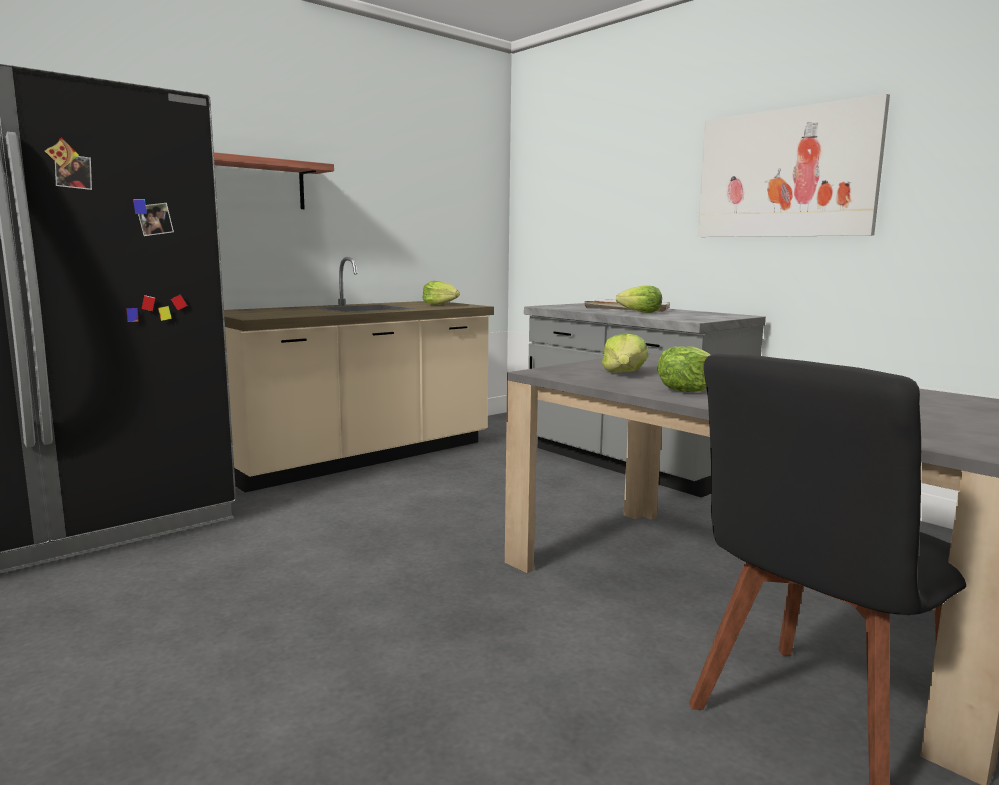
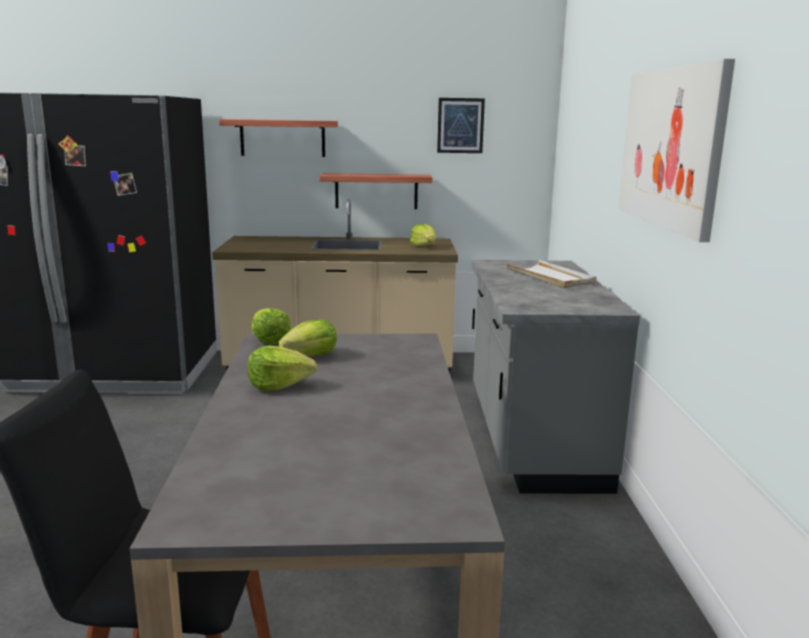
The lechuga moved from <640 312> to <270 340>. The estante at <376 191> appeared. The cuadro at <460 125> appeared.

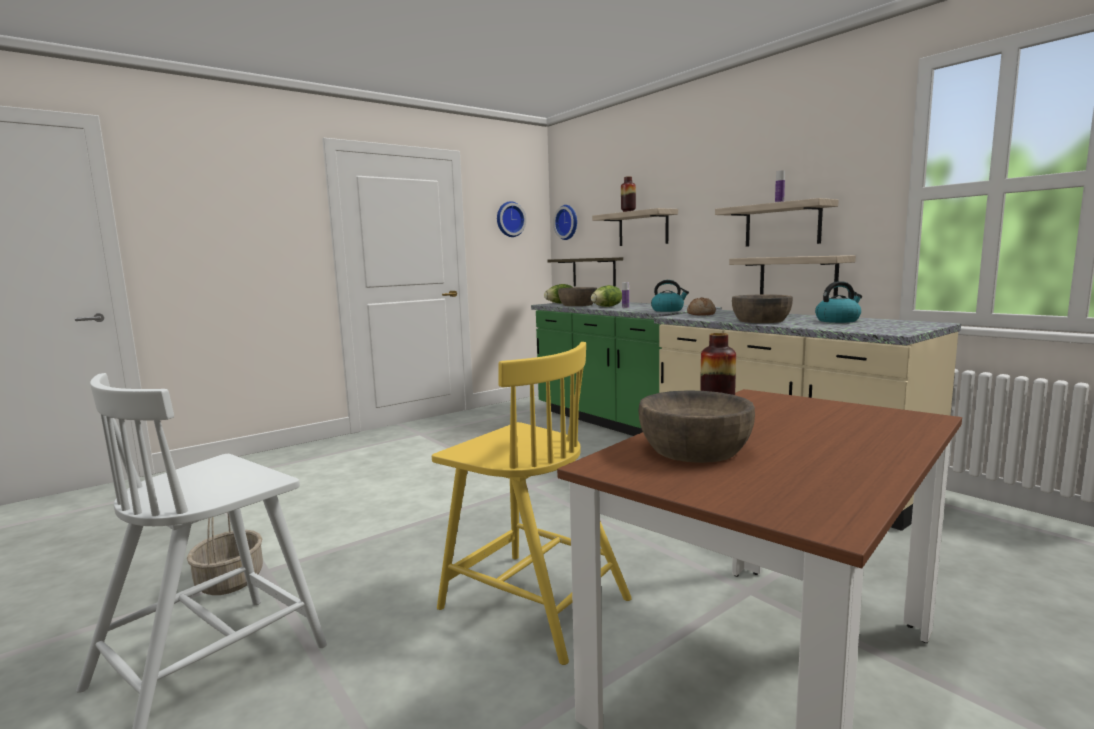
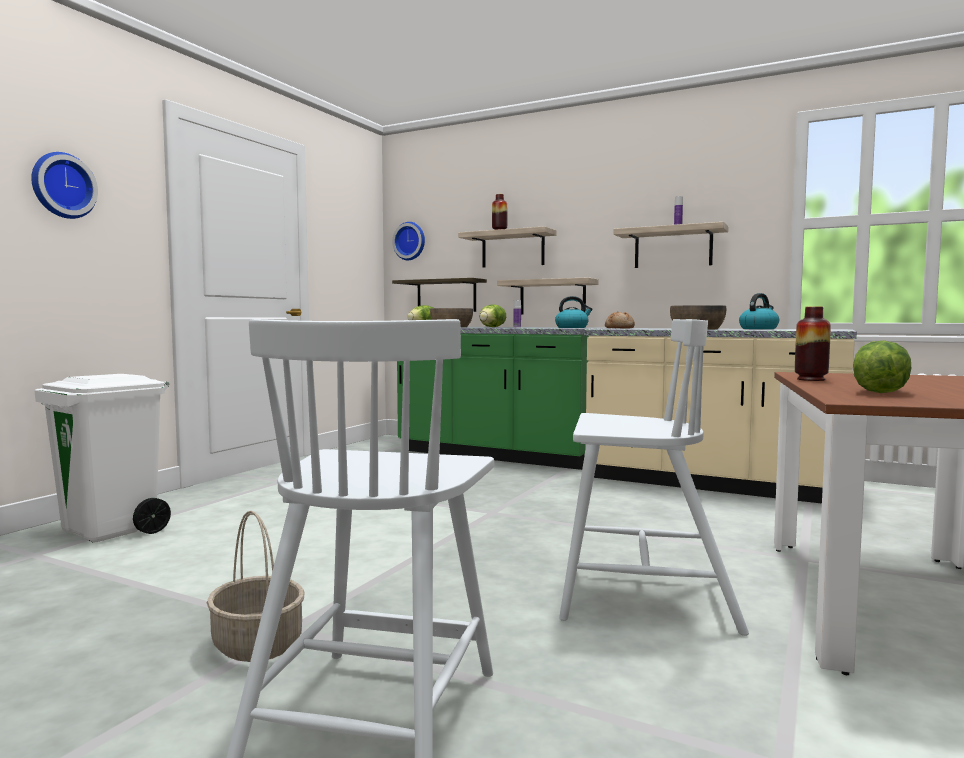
The silla [amarillo] at <531 602> became the silla [blanco] at <643 598>. The reloj de pared moved from <509 219> to <62 186>. The cuenco [marrón] at <694 449> was replaced by the lechuga at <879 392>. The estante moved from <797 276> to <552 297>. The papelera [blanco] at <112 530> appeared.

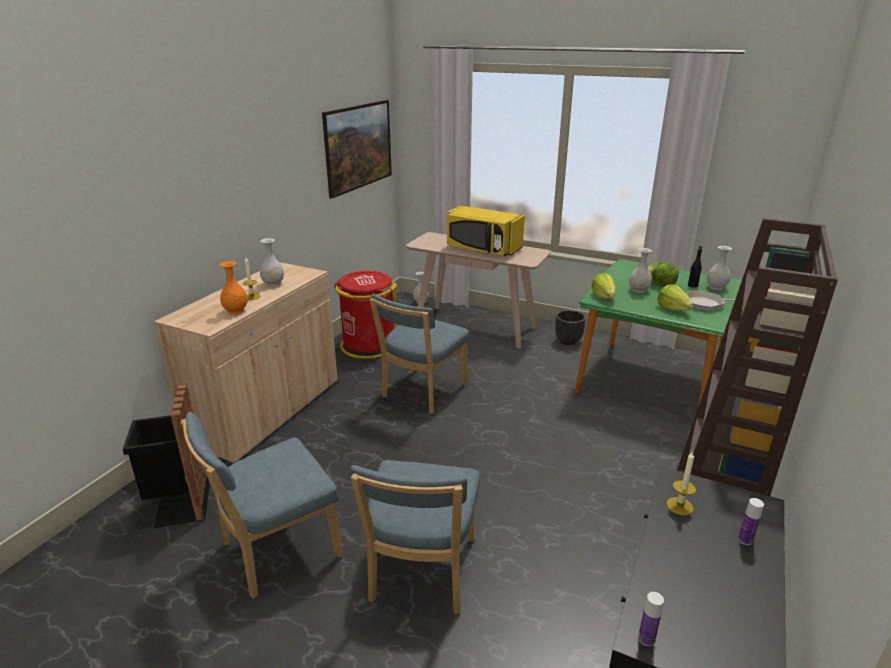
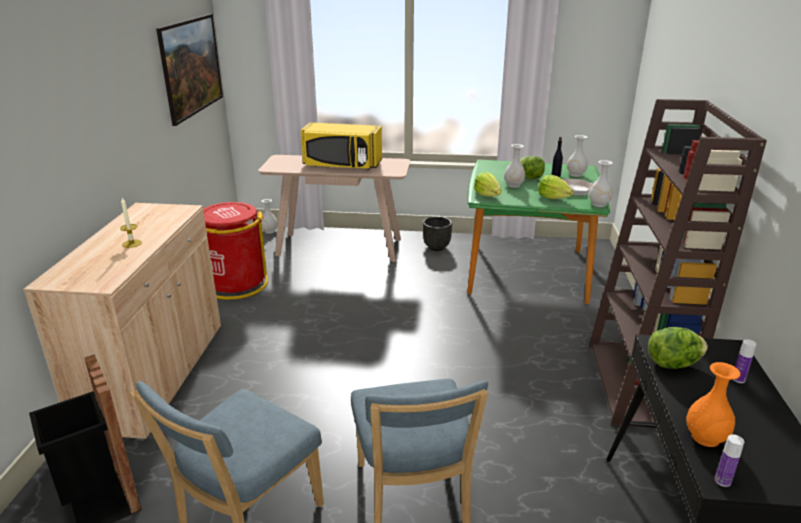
The florero [naranja] moved from <235 311> to <705 438>. The florero [blanco] moved from <273 283> to <598 204>. The silla [azul] at <421 392> disappeared. The vela at <679 506> was replaced by the lechuga at <672 364>.

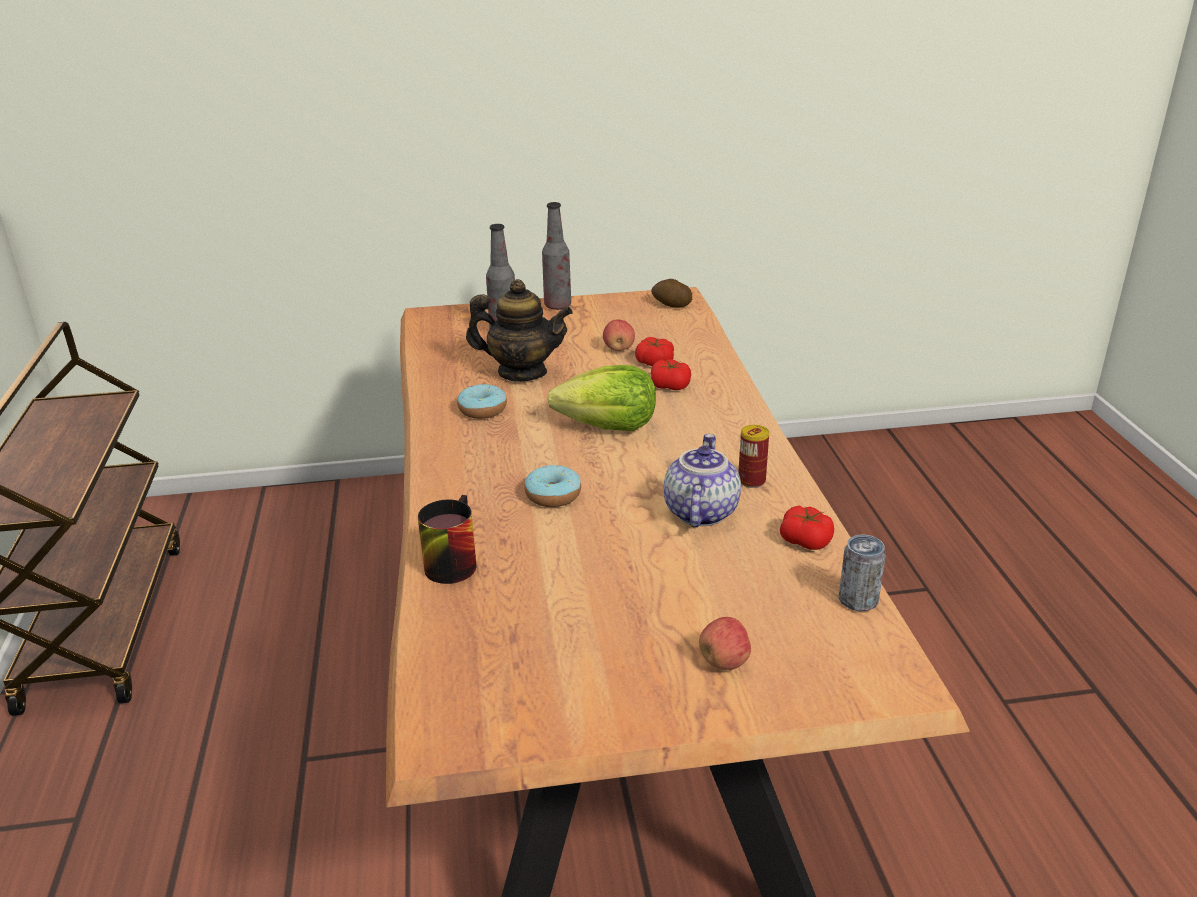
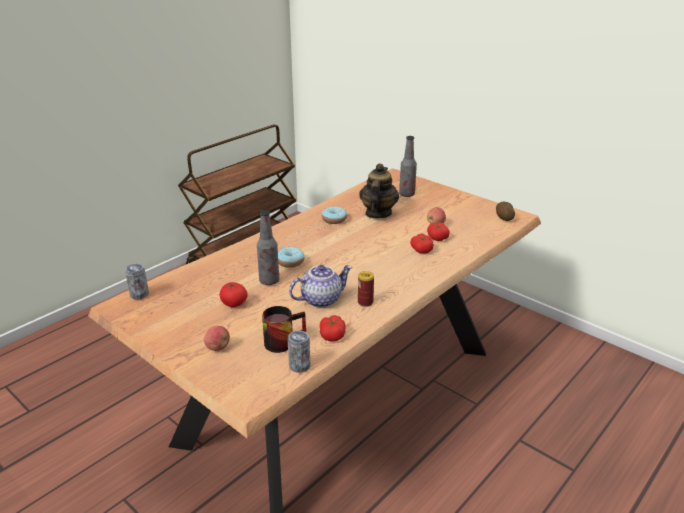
The taza grande moved from <449 561> to <283 340>. The tetera at <522 372> turned 135 degrees counterclockwise. The botella moved from <557 306> to <269 281>. The lechuga at <608 426> disappeared. The lata at <139 295> appeared. The tomate at <234 304> appeared.

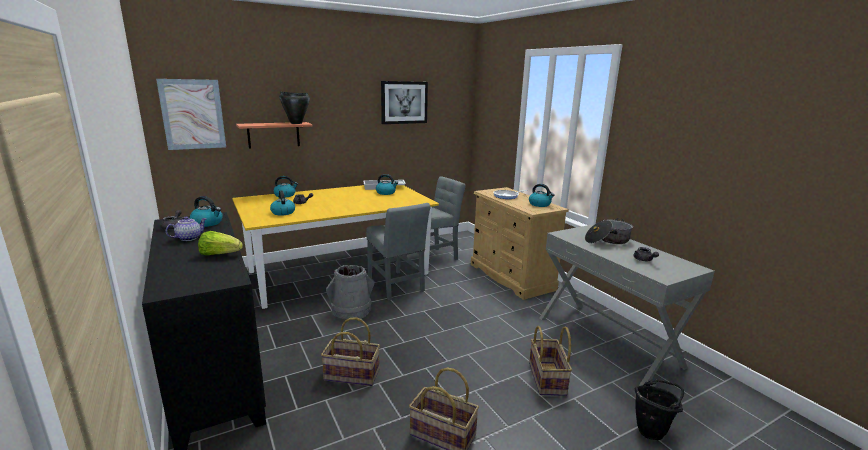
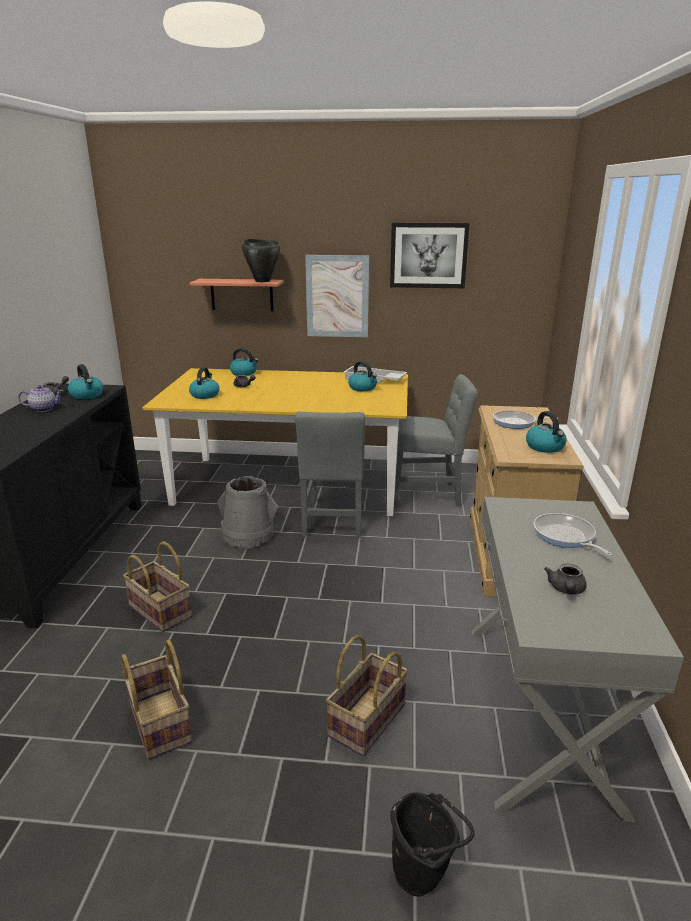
The cuadro moved from <193 114> to <337 296>. The lechuga at <220 254> disappeared. The olla at <607 240> was replaced by the sartén at <565 536>.

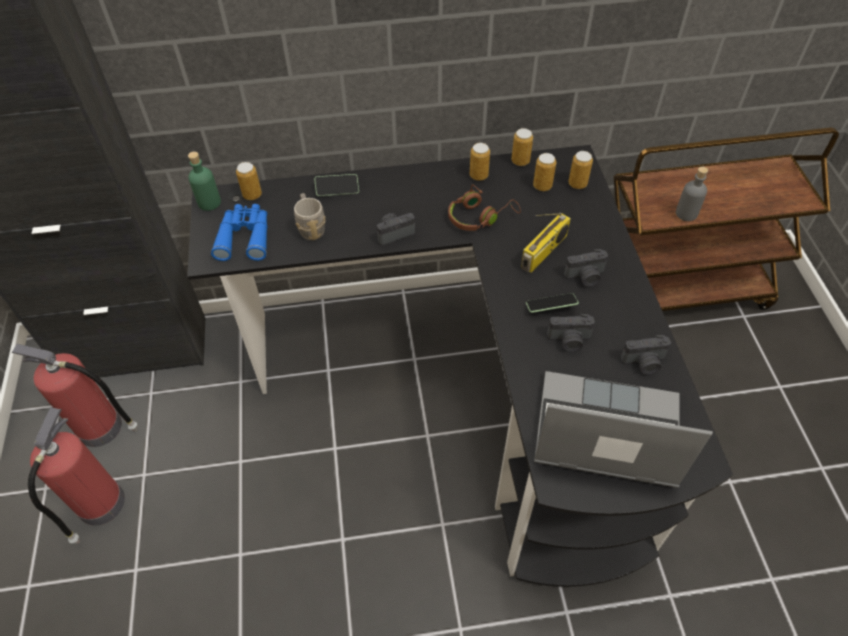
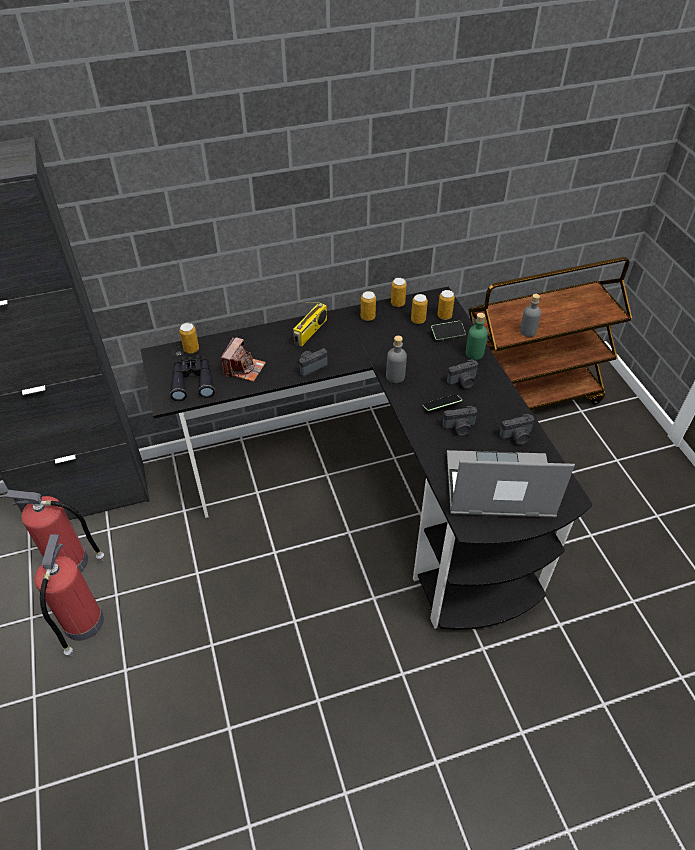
The botella [verde] moved from <209 202> to <474 353>. The prismáticos [azul] at <245 237> became the prismáticos [negro] at <193 381>. The taza grande [gris] at <310 227> was replaced by the cámara at <244 369>. The móvil moved from <337 190> to <447 334>. The auriculares [marrón] at <480 217> disappeared. The radio moved from <544 252> to <310 332>. The botella [gris] at <395 376> appeared.

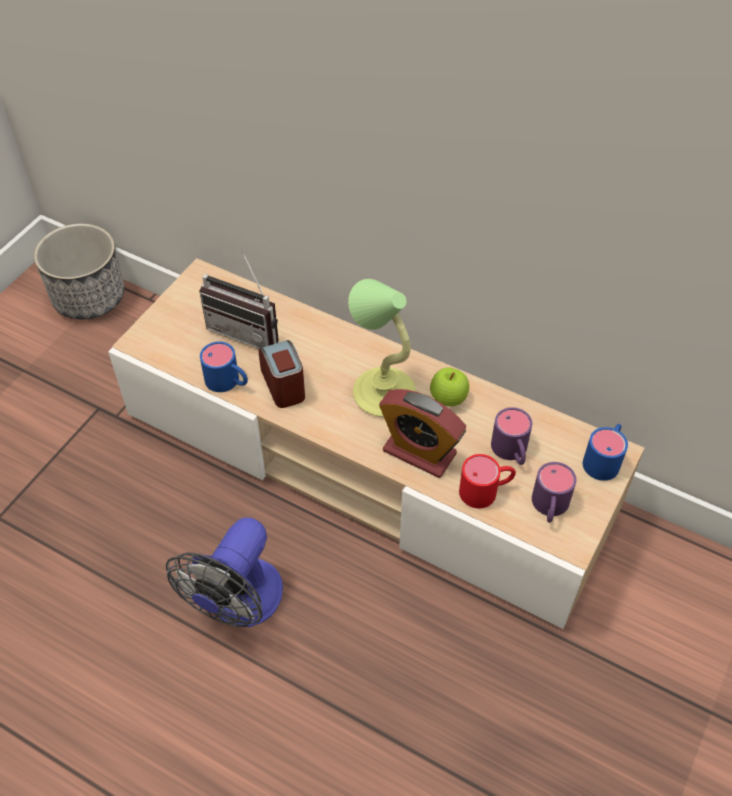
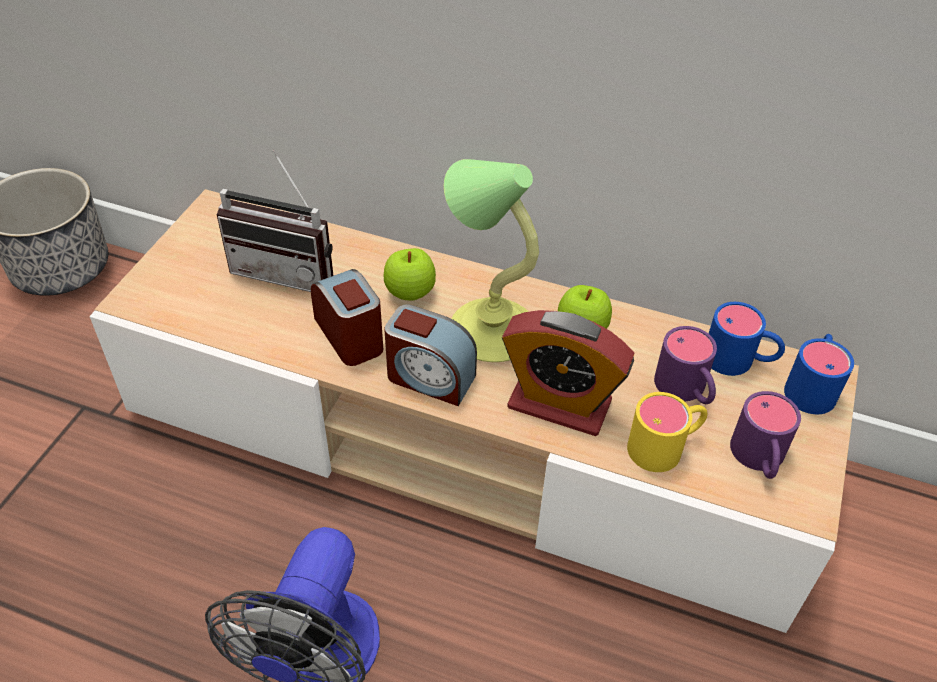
The taza grande [azul] moved from <228 382> to <739 360>. The taza grande [rojo] at <486 490> became the taza grande [amarillo] at <665 446>. The manzana at <410 293> appeared. The despertador at <429 378> appeared.

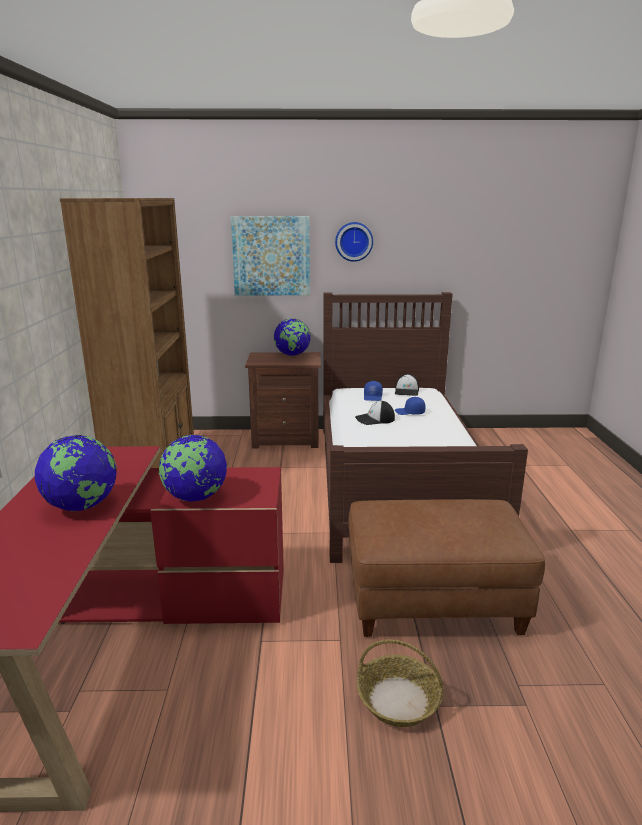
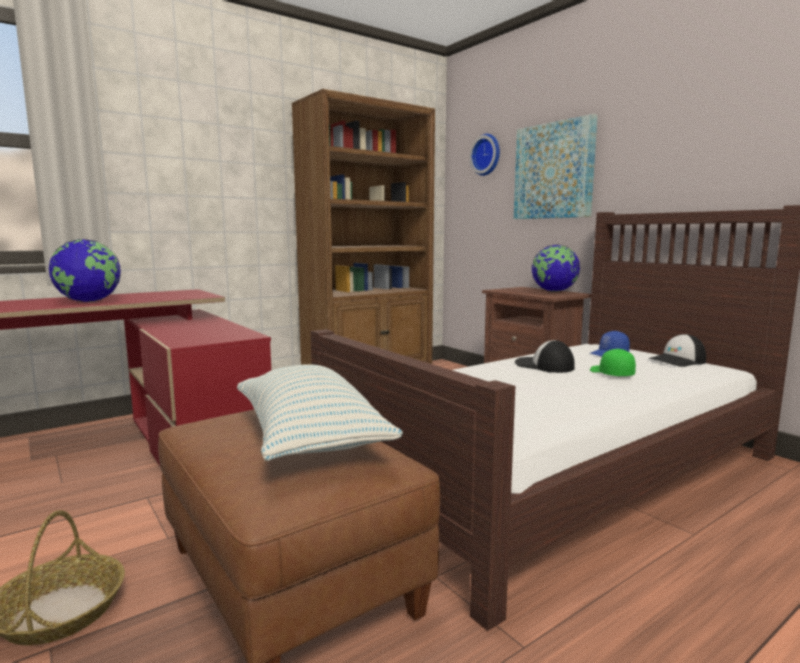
The globo terráqueo at <195 497> disappeared. The reloj de pared moved from <353 241> to <487 155>. The gorra [azul] at <410 412> became the gorra [verde] at <611 373>. The cojín at <309 437> appeared.

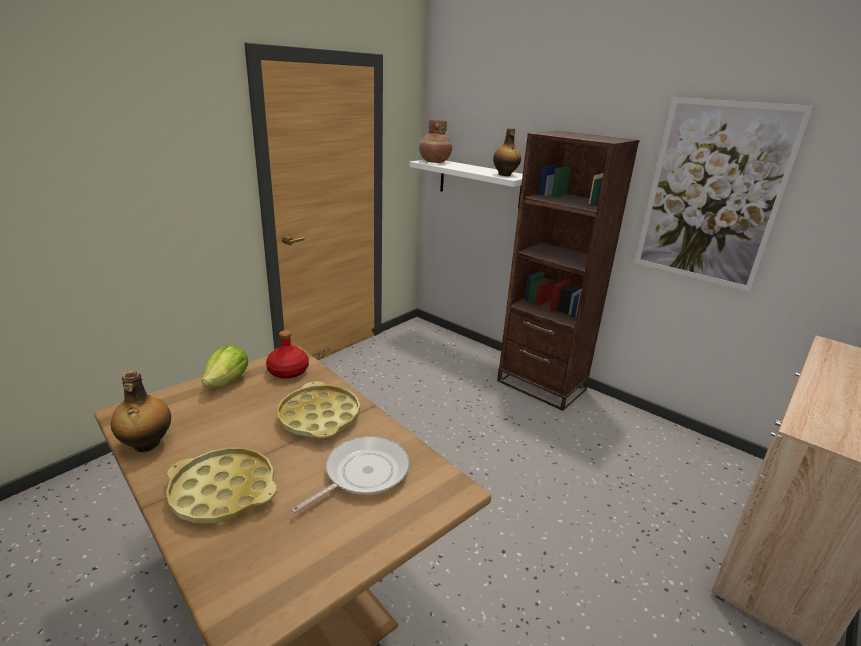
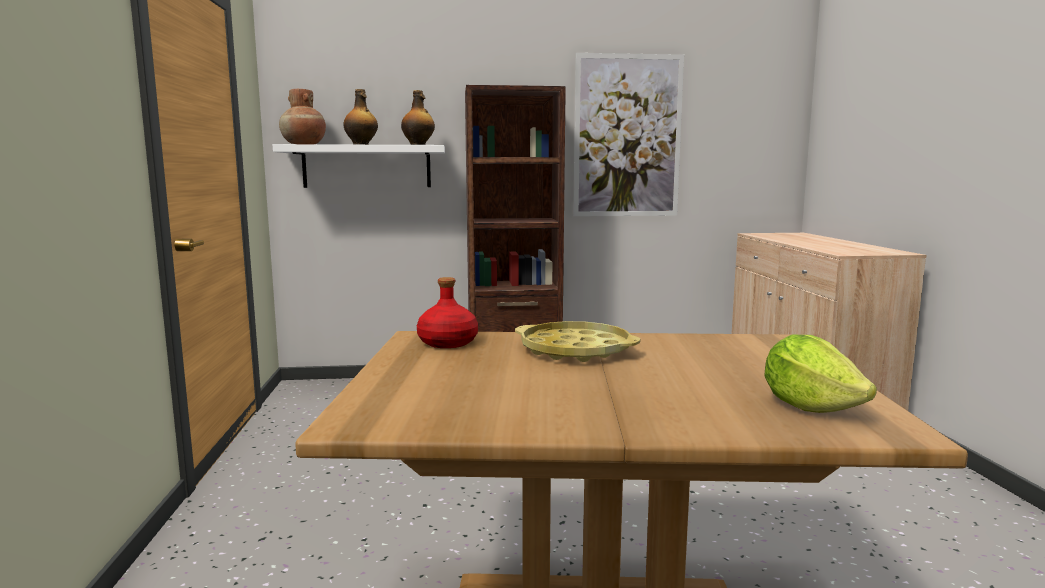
The botella moved from <146 445> to <361 144>. The bandeja [amarillo] at <223 491> disappeared. The lechuga moved from <228 381> to <810 406>. The sartén at <362 474> disappeared.

